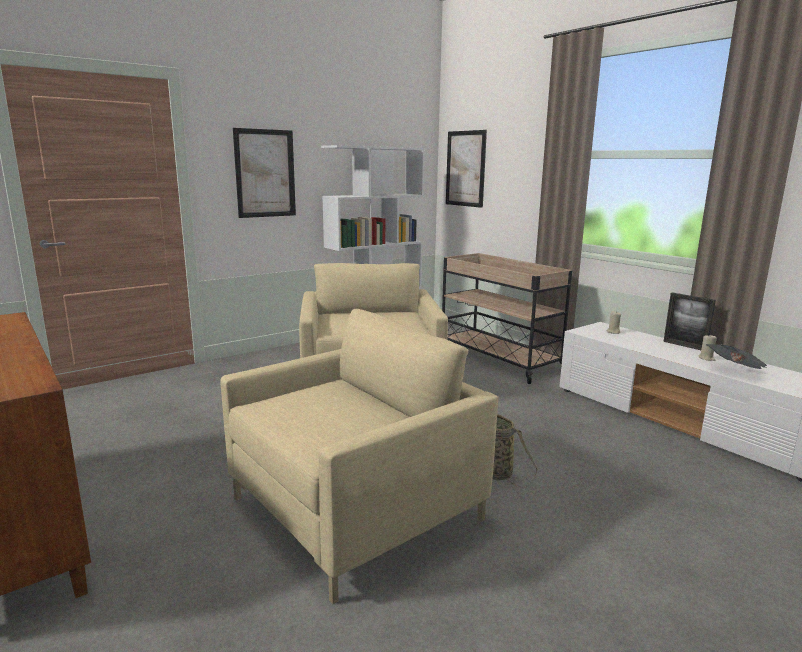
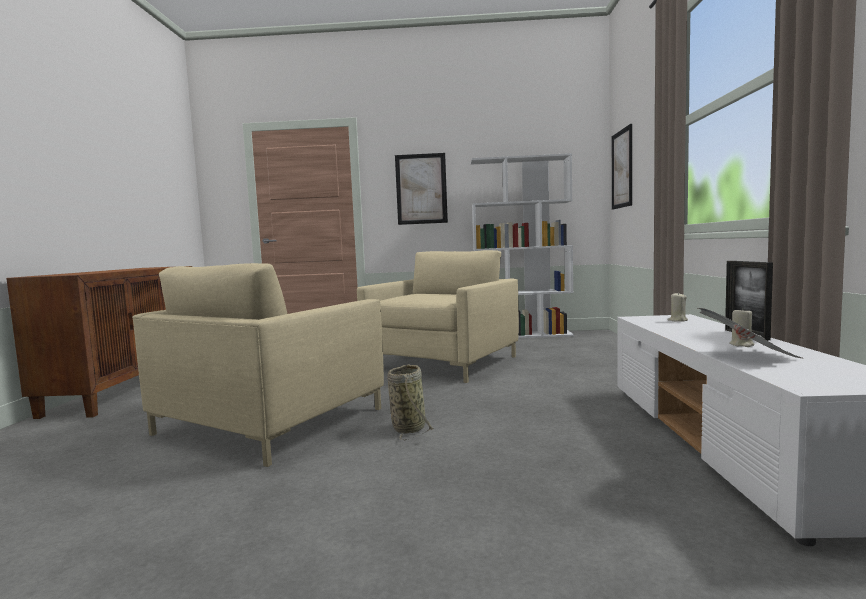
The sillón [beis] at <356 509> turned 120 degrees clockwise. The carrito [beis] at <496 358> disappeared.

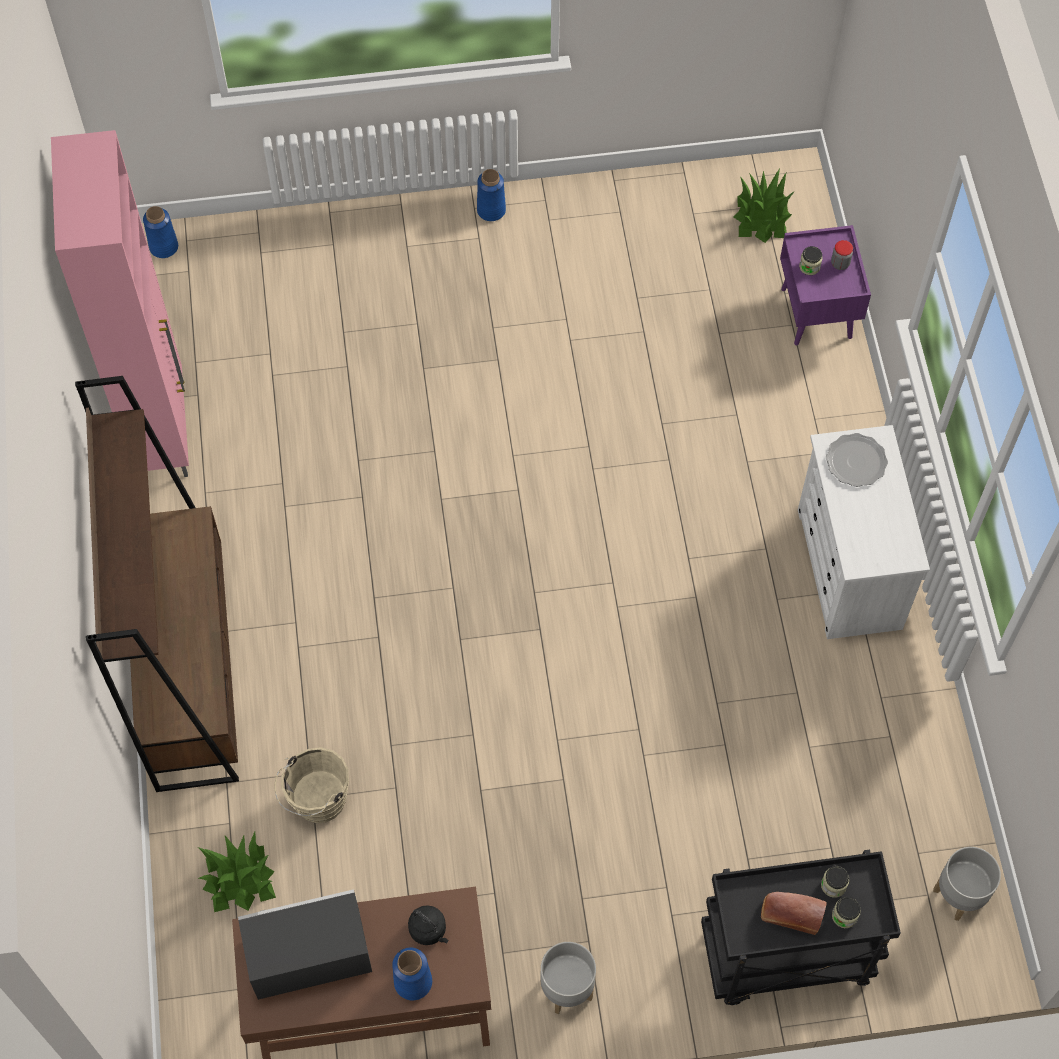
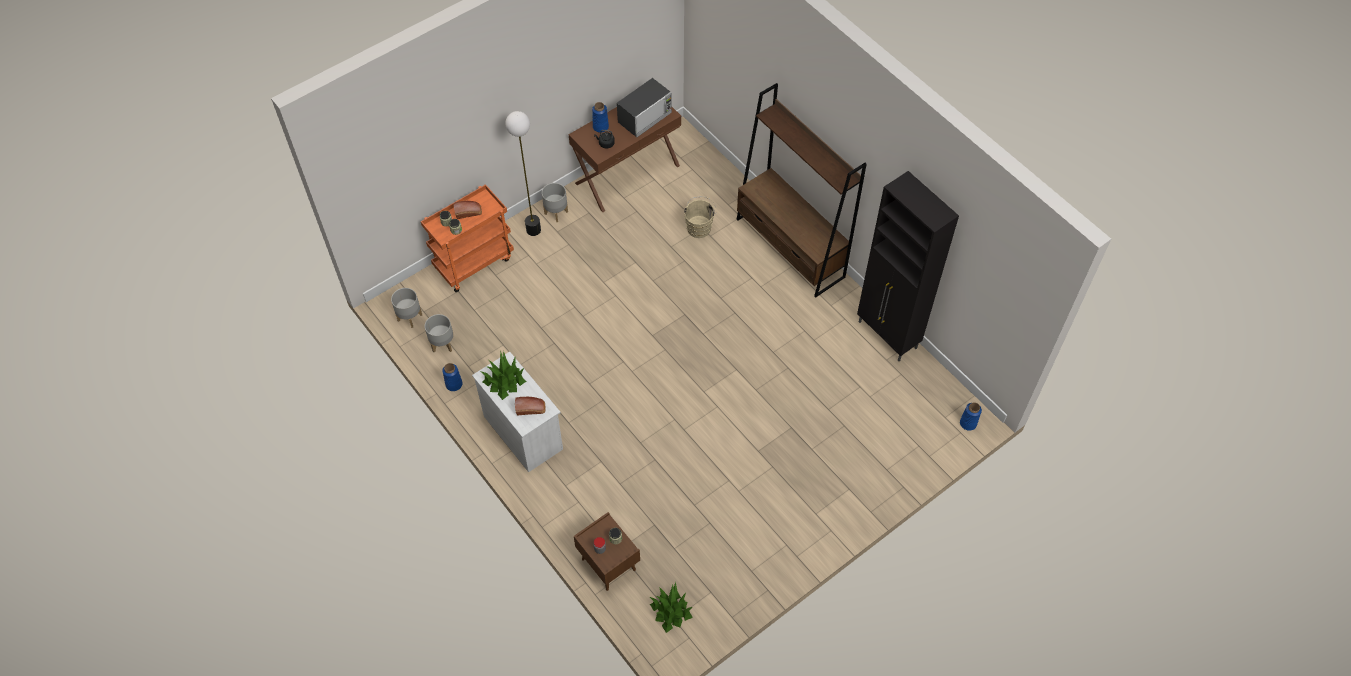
The armario [rosa] at <162 430> became the armario [negro] at <887 336>. The planta en maceta moved from <239 879> to <504 380>. The florero [azul] moved from <491 210> to <454 384>. The carrito [negro] at <784 957> became the carrito [naranja] at <474 262>. The mesita de noche [morado] at <817 314> became the mesita de noche [marrón] at <608 564>. The plato at <856 461> was replaced by the pan at <531 409>. The maceta [gris] at <442 344> appeared. The lámpara de pie at <533 230> appeared.

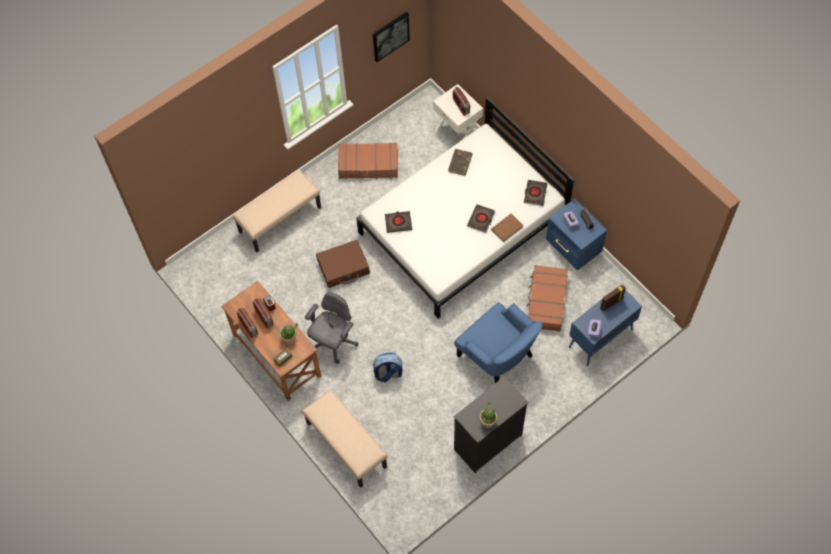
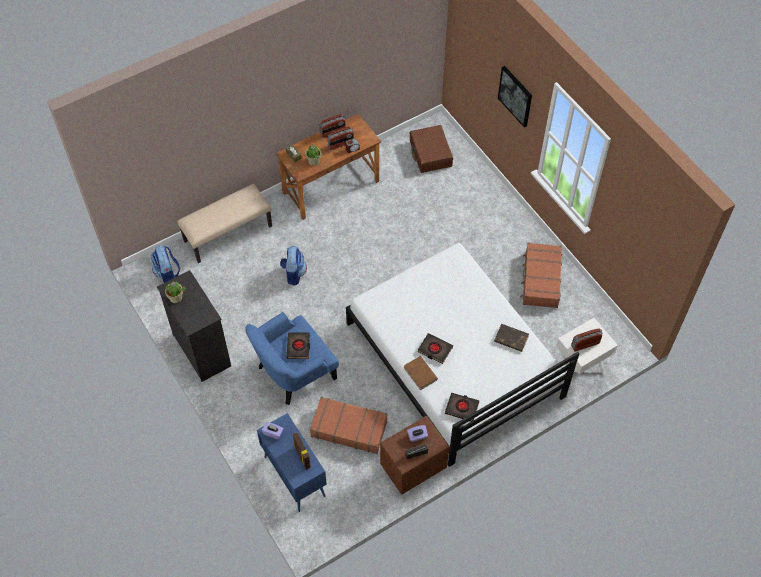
The banco [beis] at <280 219> disappeared. The silla de oficina [gris] at <333 342> disappeared. The maleta [marrón] moved from <343 267> to <430 154>. The cuadro moved from <390 36> to <515 96>. The libro [negro] moved from <398 223> to <298 347>. The mesita de noche [azul] at <573 248> became the mesita de noche [marrón] at <412 467>. The mochila at <167 273> appeared.

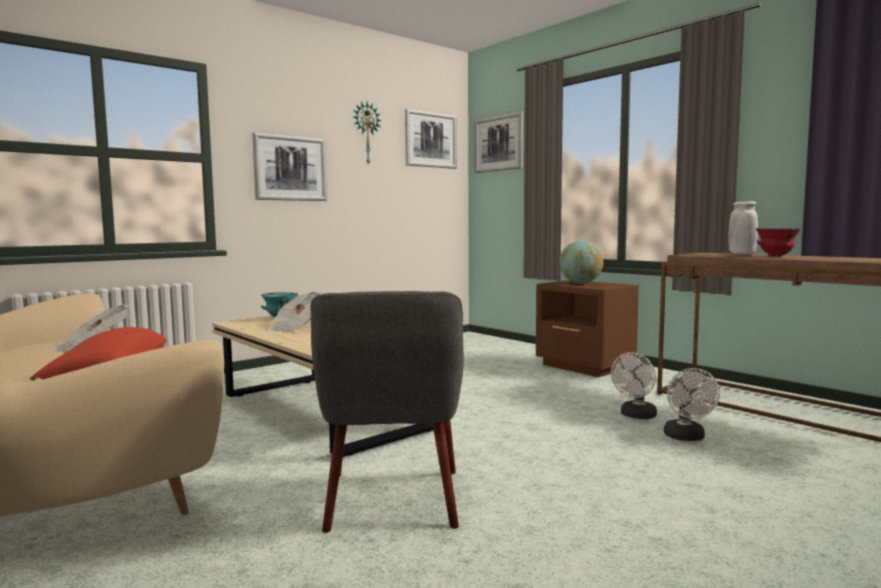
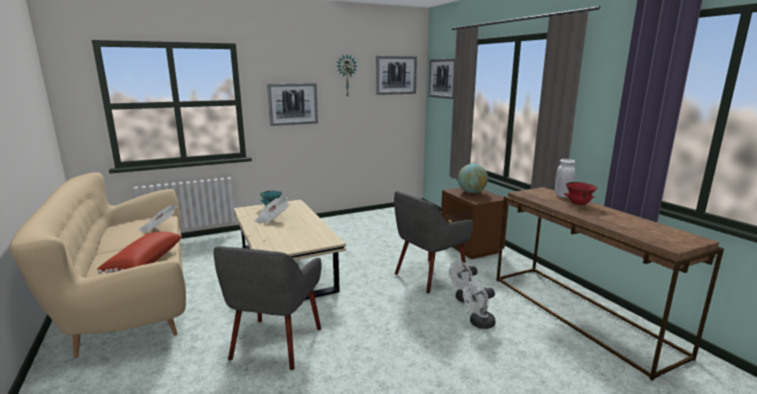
The ventilador [blanco] at <687 438> turned 45 degrees clockwise. The sillón [gris] at <428 276> appeared.

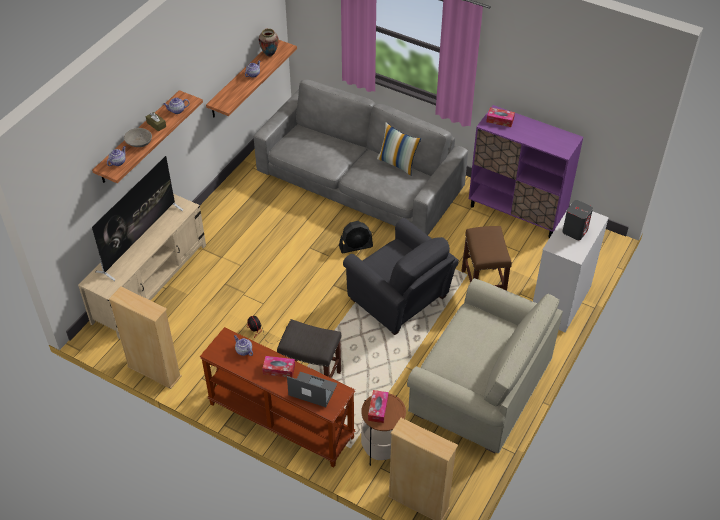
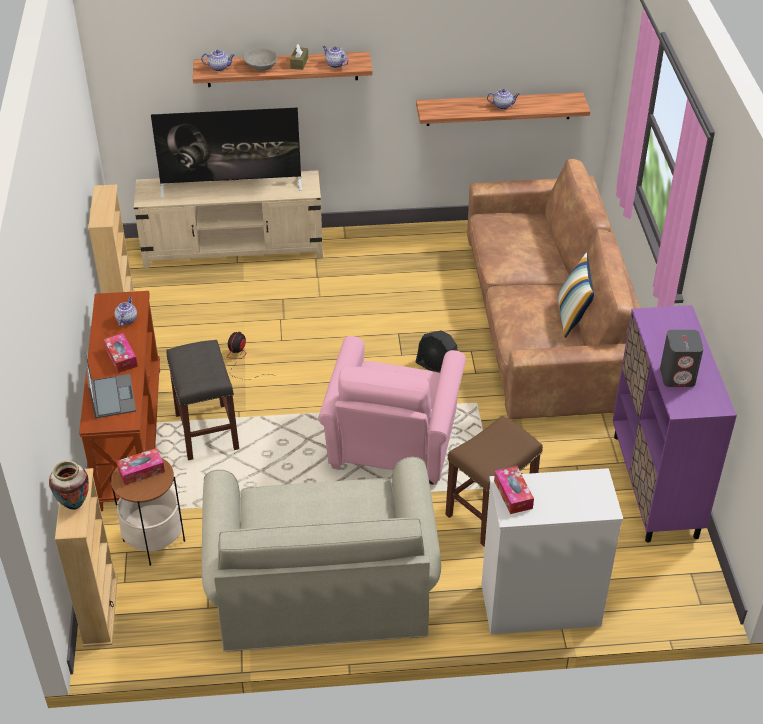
The sofá [gris] at <359 181> became the sofá [marrón] at <545 320>. The florero moved from <269 54> to <74 505>. The sillón [gris] at <400 301> became the sillón [rosa] at <391 448>. The caja de pañuelos moved from <500 120> to <513 494>. The altavoz [gris] moved from <575 231> to <678 376>.

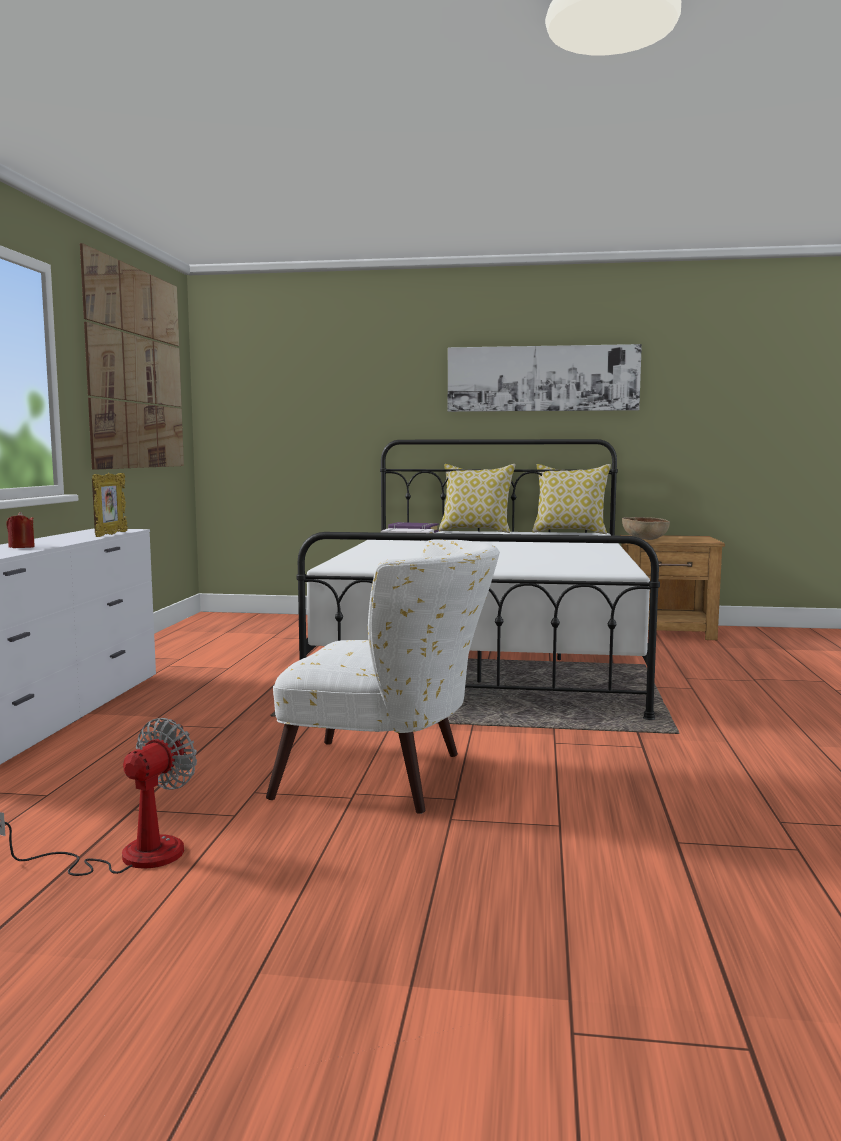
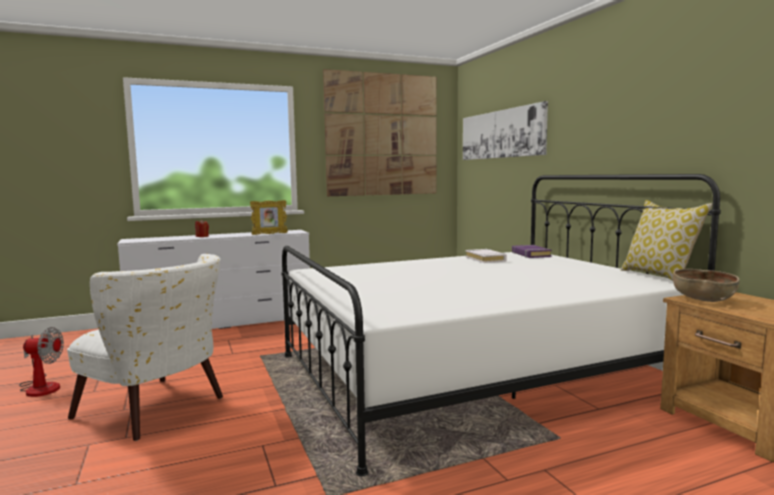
The sillón [blanco] at <391 778> turned 45 degrees counterclockwise. The cojín at <476 531> disappeared. The cuadro moved from <542 378> to <501 134>.

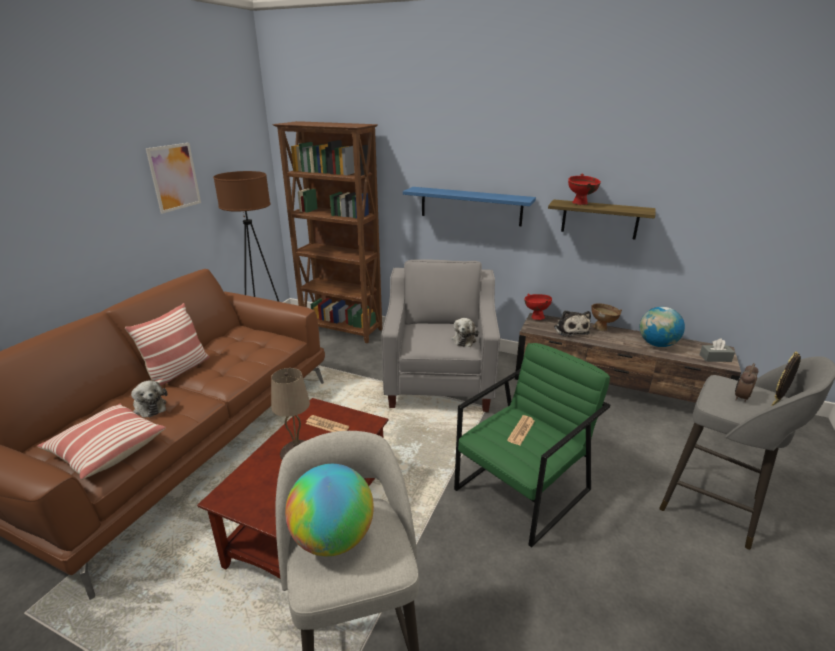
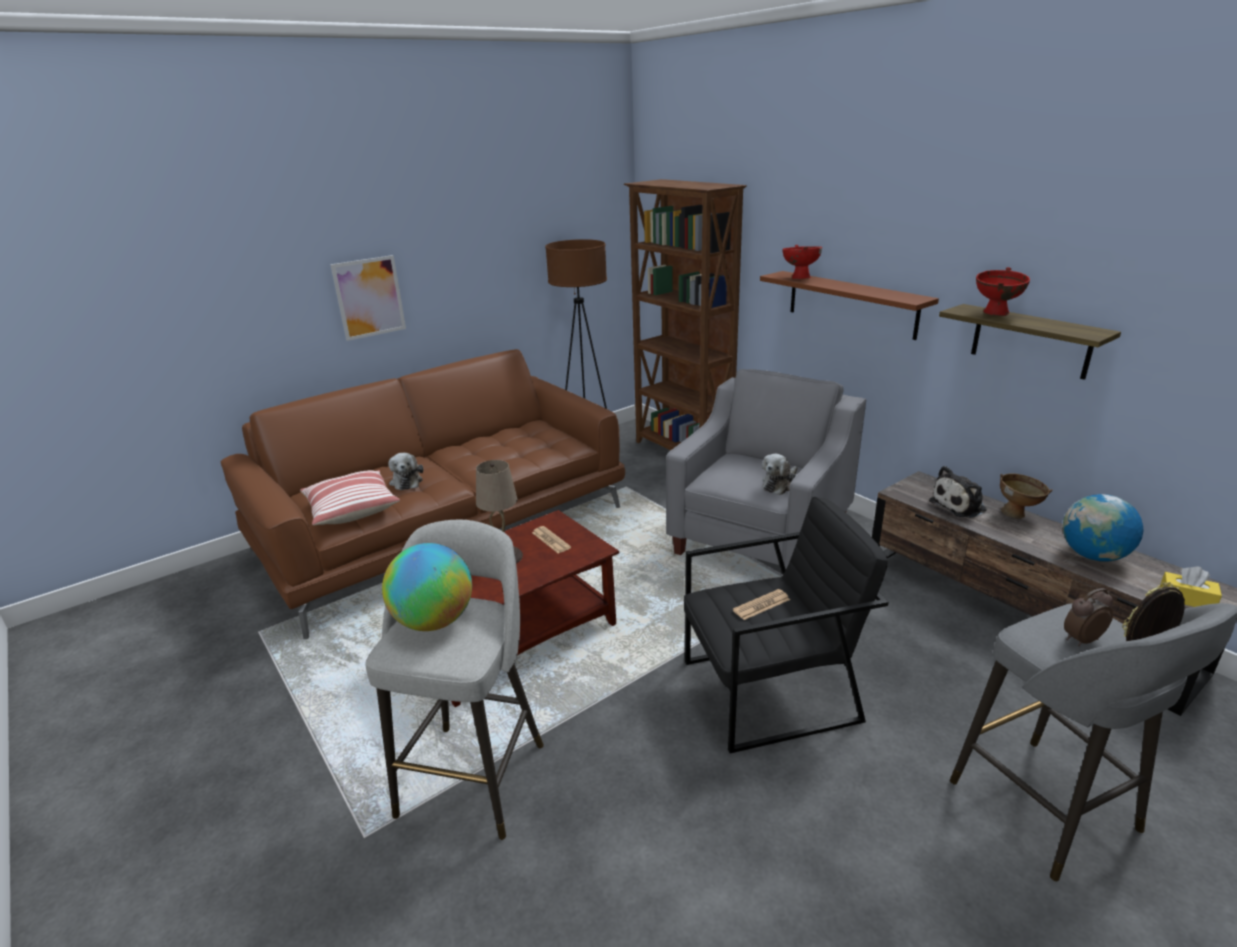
The cojín at <178 371> disappeared. The cuadro moved from <174 177> to <369 297>. The estante [azul] at <470 206> became the estante [marrón] at <851 304>. The sillón [verde] at <523 489> became the sillón [negro] at <770 691>. The cuenco [rojo] moved from <535 317> to <799 277>. The peluche at <570 330> turned 45 degrees clockwise. The caja de pañuelos [gris] at <715 358> became the caja de pañuelos [amarillo] at <1186 599>.

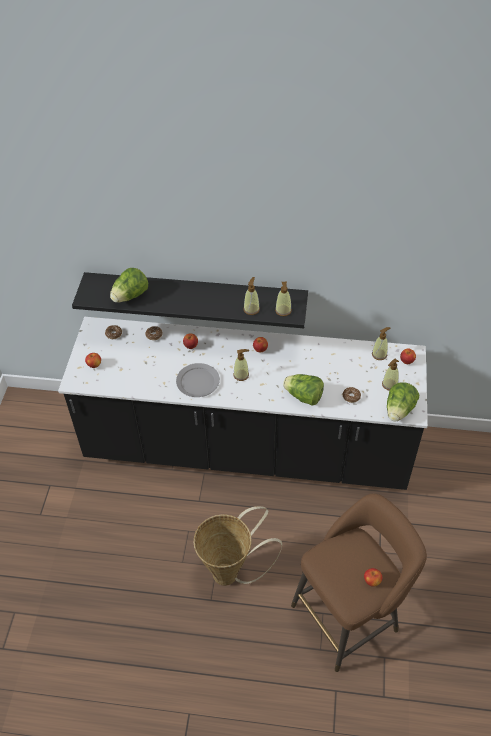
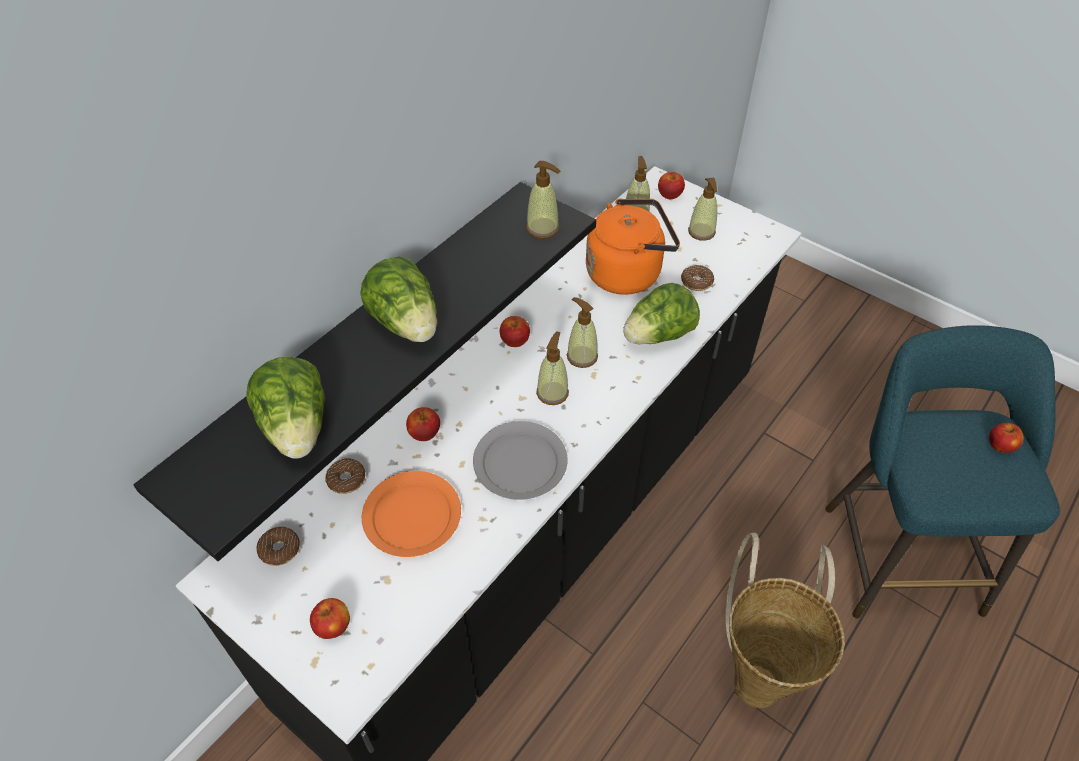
The dispensador de jabón moved from <251 309> to <582 356>. The taburete [marrón] at <349 615> became the taburete [turquesa] at <898 551>. The lechuga moved from <399 410> to <407 323>. The plato [naranja] at <412 515> appeared. The hervidor [naranja] at <627 272> appeared.

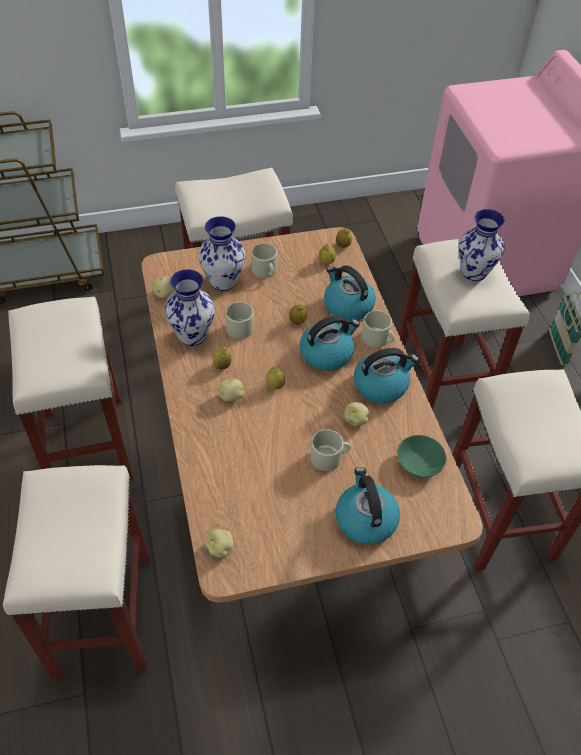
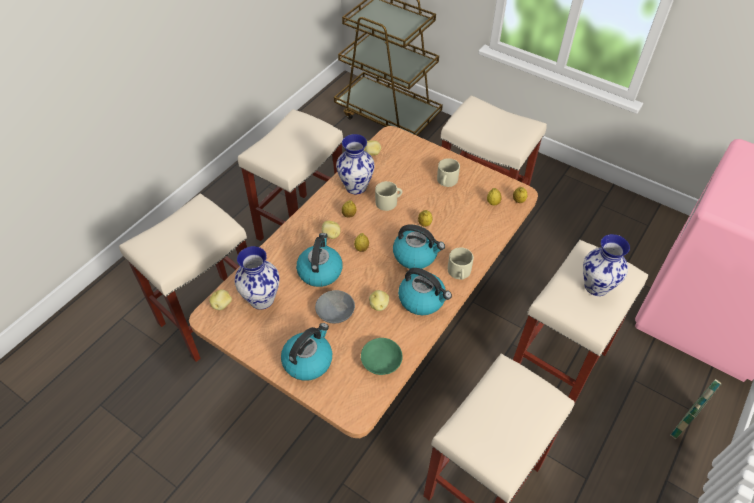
The florero moved from <222 282> to <261 299>. The taza grande [beis] at <330 457> was replaced by the cuenco [gris] at <336 312>. The hervidor moved from <347 306> to <320 271>.

